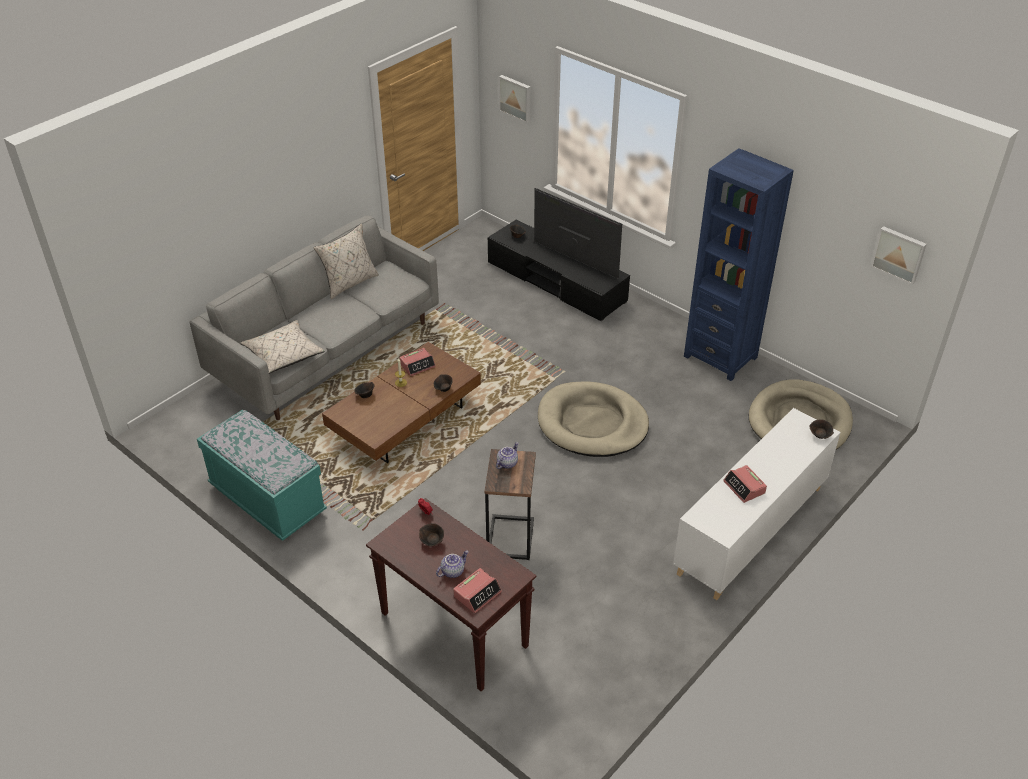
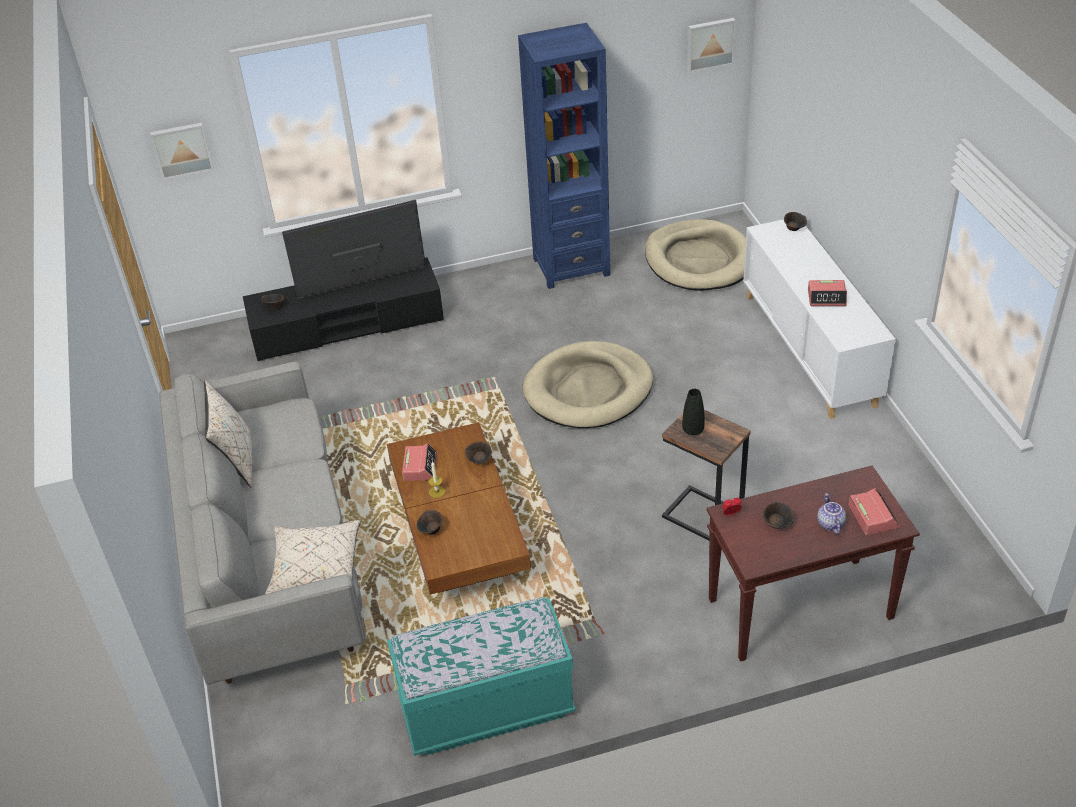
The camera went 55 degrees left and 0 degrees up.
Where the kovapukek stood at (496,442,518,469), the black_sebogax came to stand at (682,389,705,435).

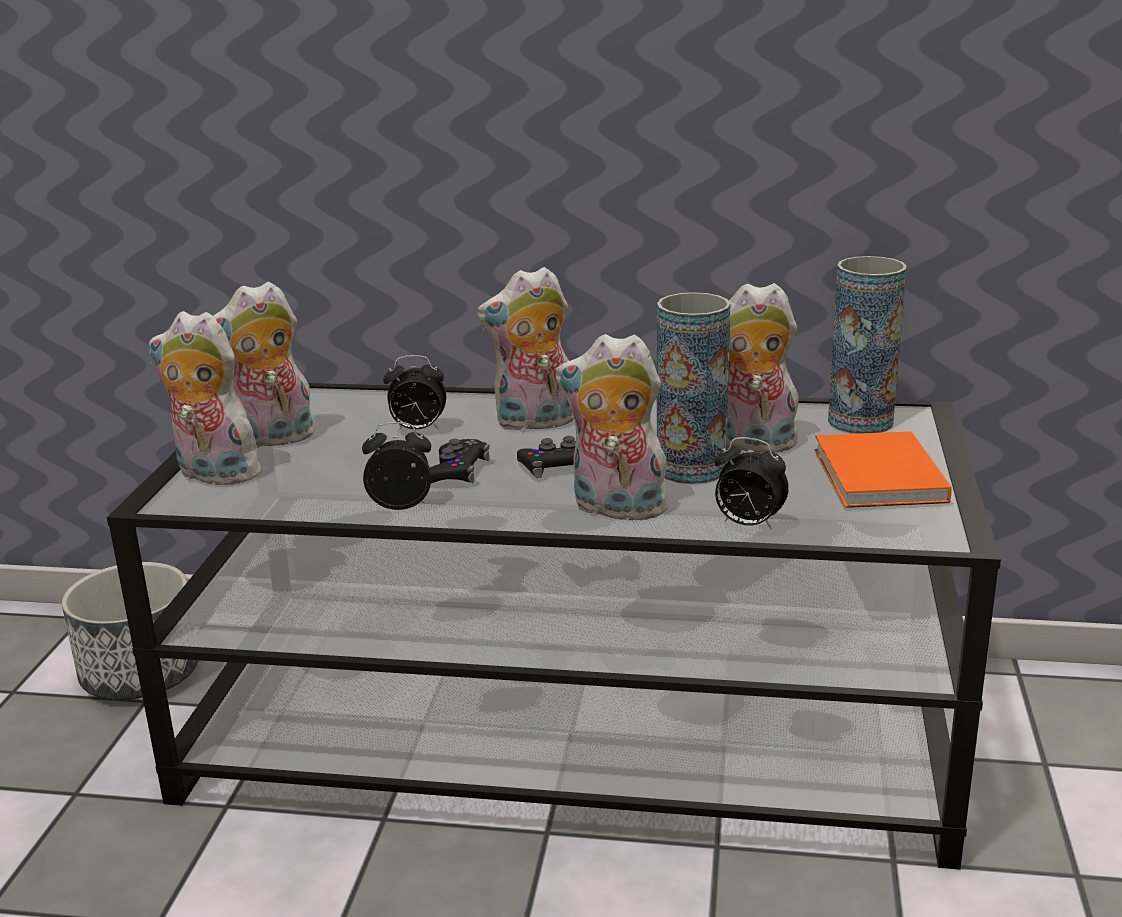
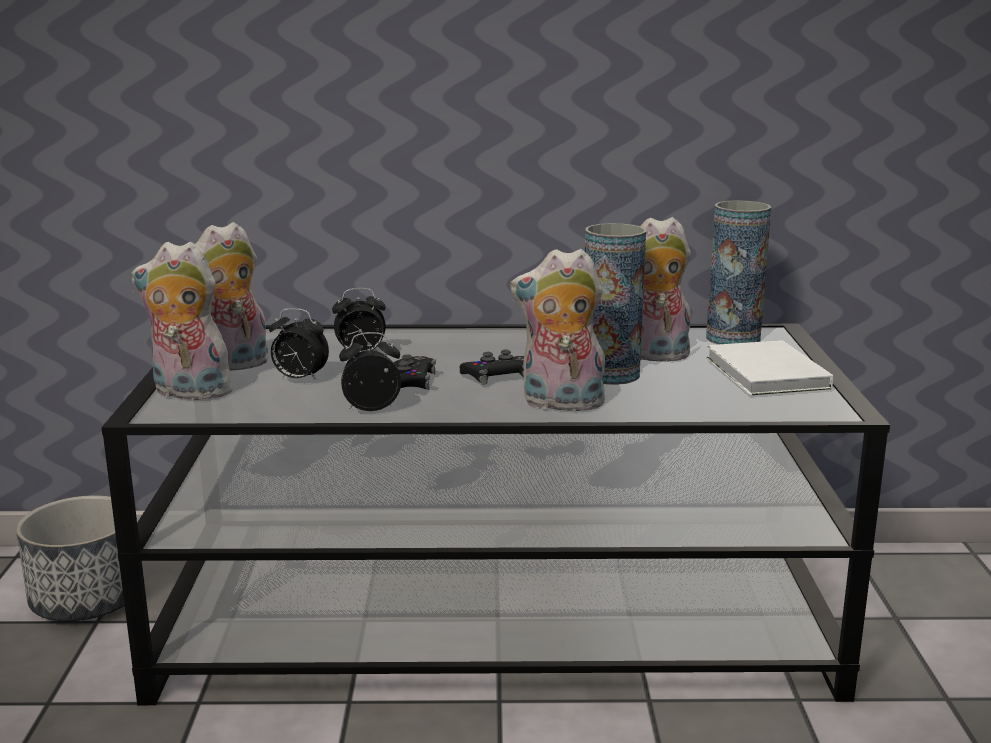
The camera went 10 degrees left and 5 degrees down.
The second view lost the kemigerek at (477,267,574,431).
The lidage ended up elsewhere, having gone from (714,437,789,530) to (269,308,329,382).
What was the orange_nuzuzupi at (814,431,952,508) turned into the white_nuzuzupi at (706,340,833,395).

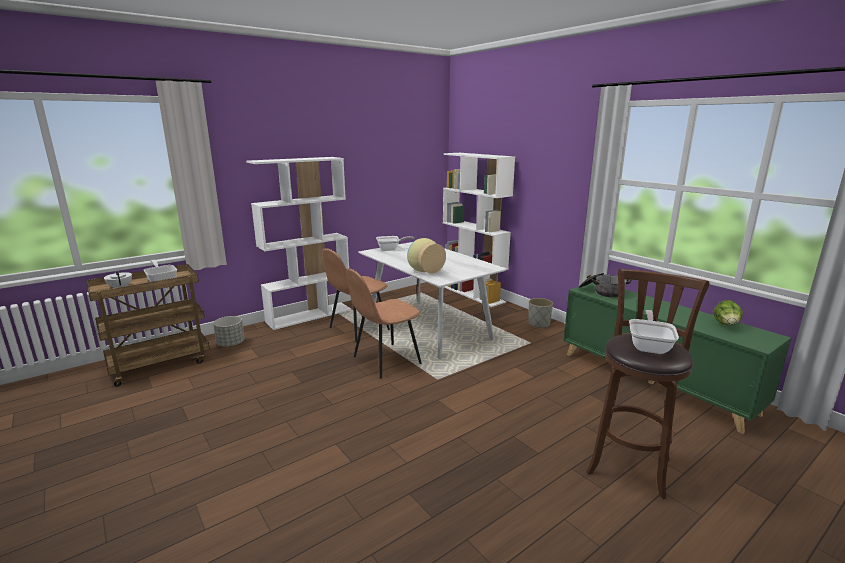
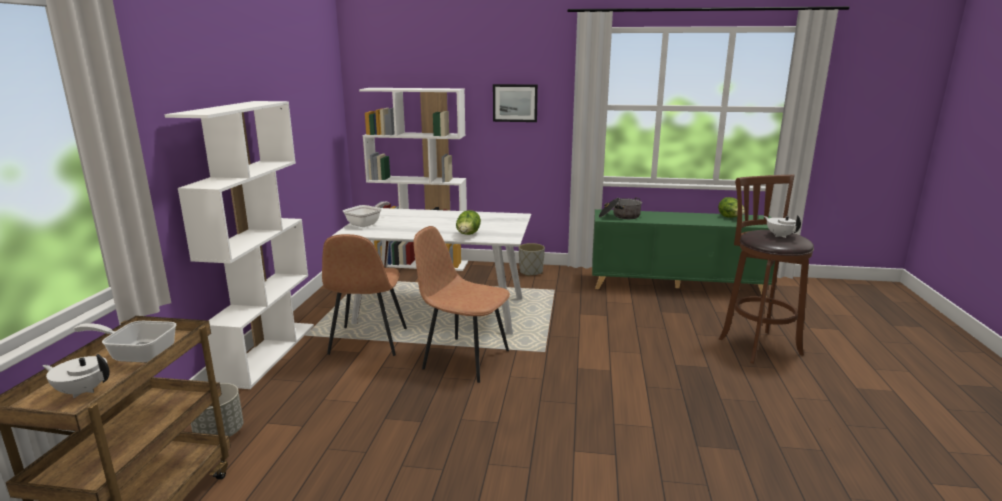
The camera went 45 degrees left and 0 degrees up.
The second view gained the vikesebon at (493,84,538,122).
Where the sebogax stood at (407,238,446,274), the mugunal came to stand at (456,210,481,235).
Where the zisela stood at (629,310,679,354), the white_kovapukek came to stand at (764,215,801,238).
The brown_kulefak at (346,268,422,378) ended up facing another way, 105 degrees clockwise from before.

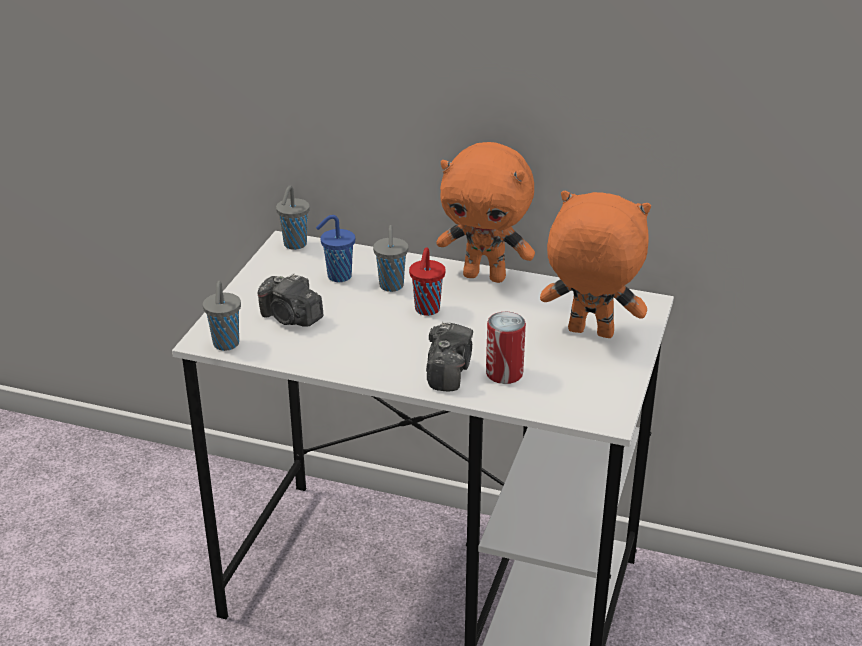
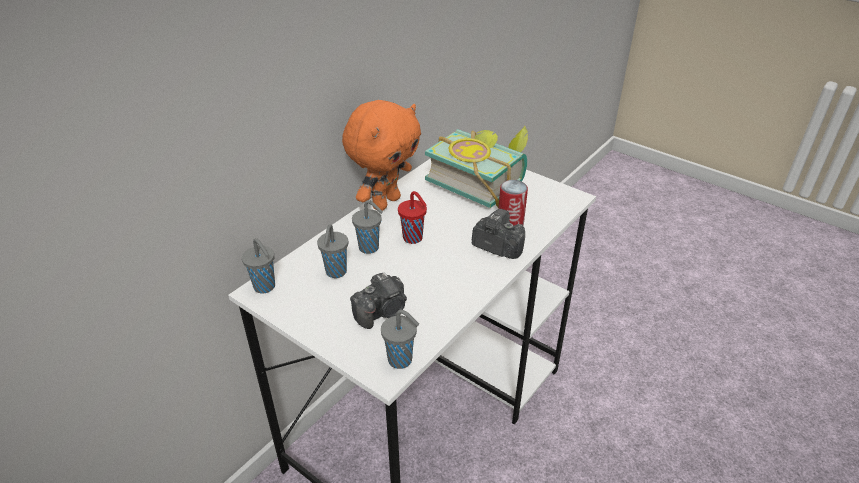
The camera went 70 degrees left and 5 degrees up.
Where the orange_kemigerek stood at (540,191,651,338), the nuzuzupi came to stand at (425,126,528,208).
What was the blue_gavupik at (316,215,355,282) turned into the grey_gavupik at (317,224,348,278).

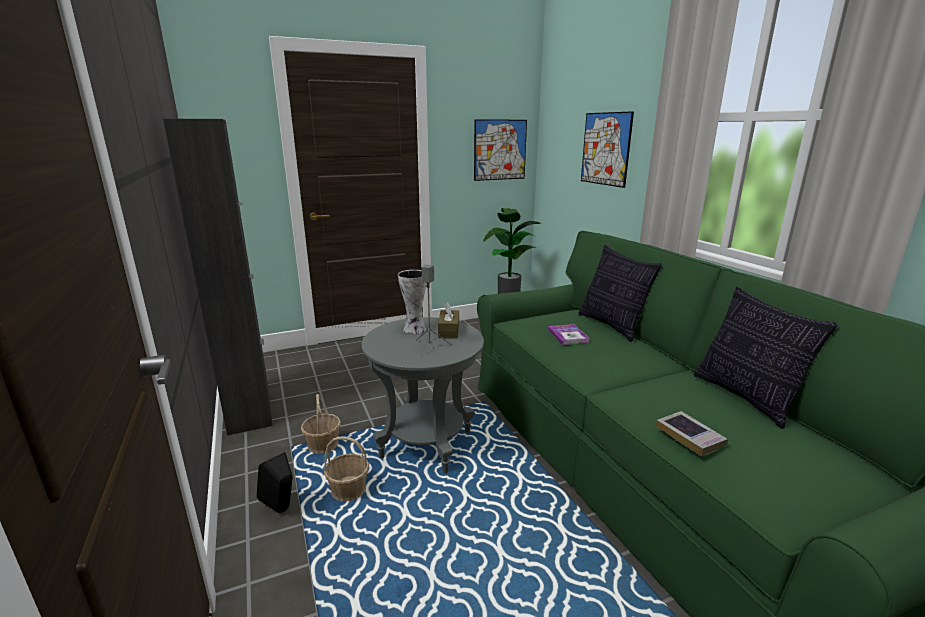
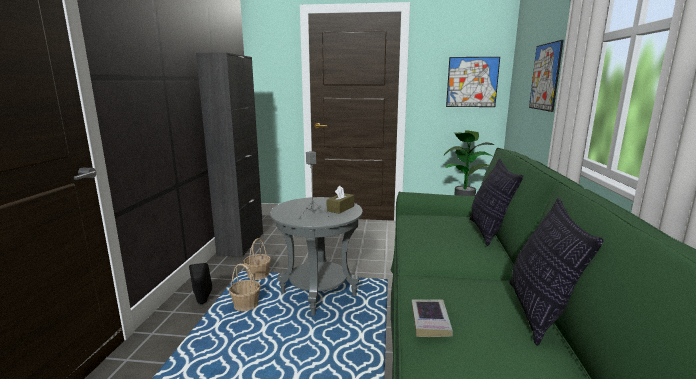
The camera went 30 degrees right and 5 degrees down.
The second view lost the sebogax at (398,270,427,334).
The second view lost the nuzuzupi at (548,324,590,345).

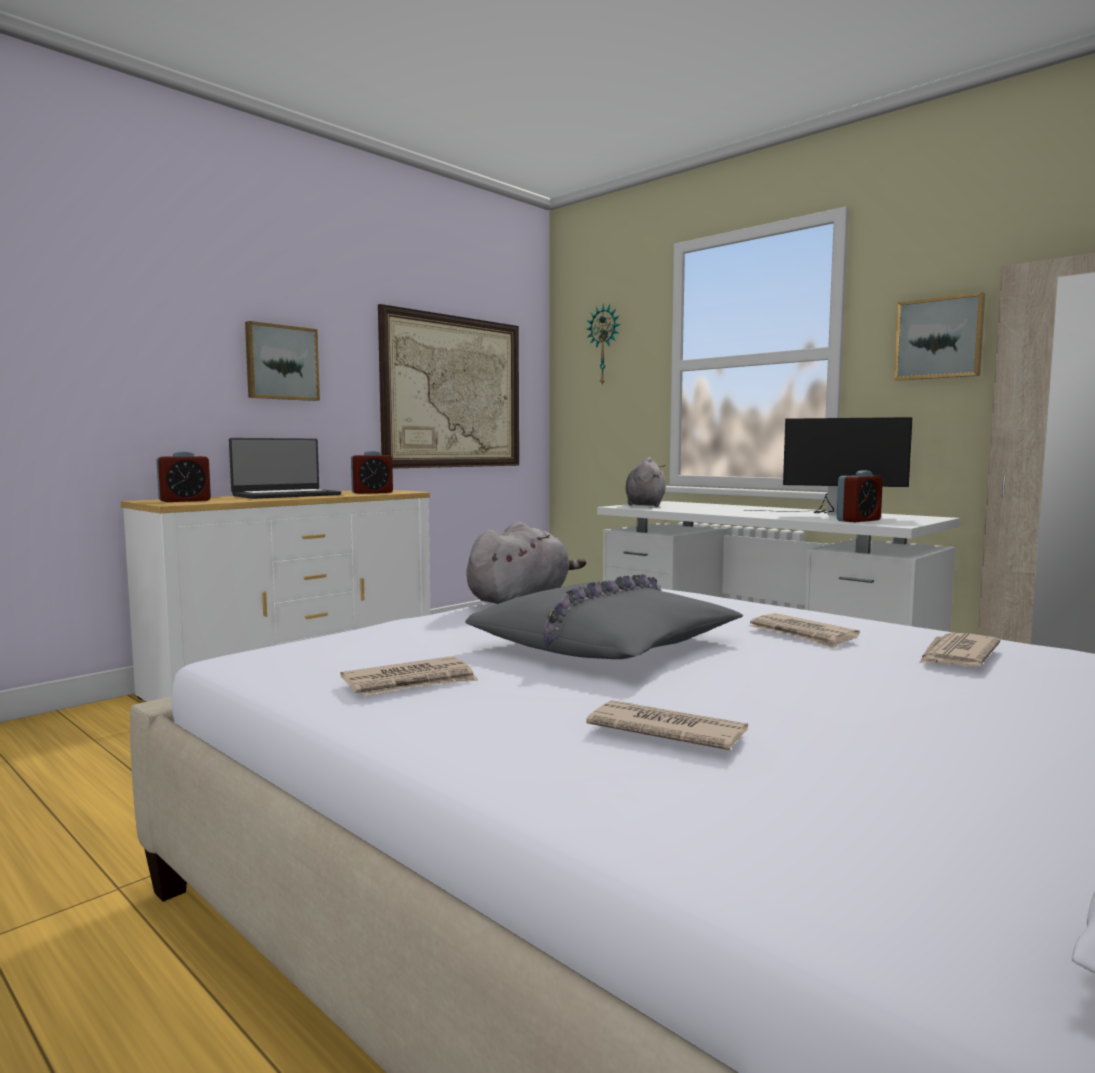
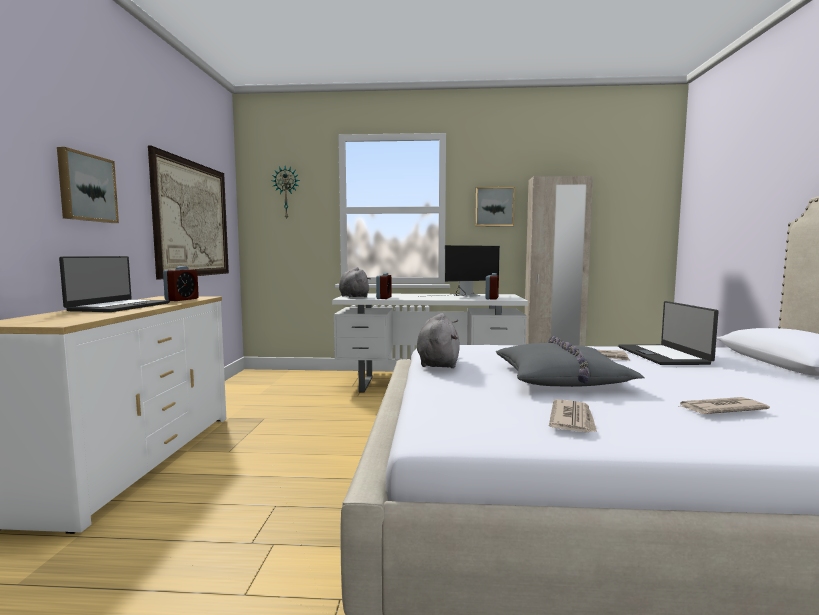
The camera went 40 degrees left and 0 degrees up.
The lidage ended up elsewhere, having gone from (156,451,211,502) to (376,273,392,299).
Where the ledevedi stood at (919,633,1000,667), the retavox came to stand at (618,301,719,365).

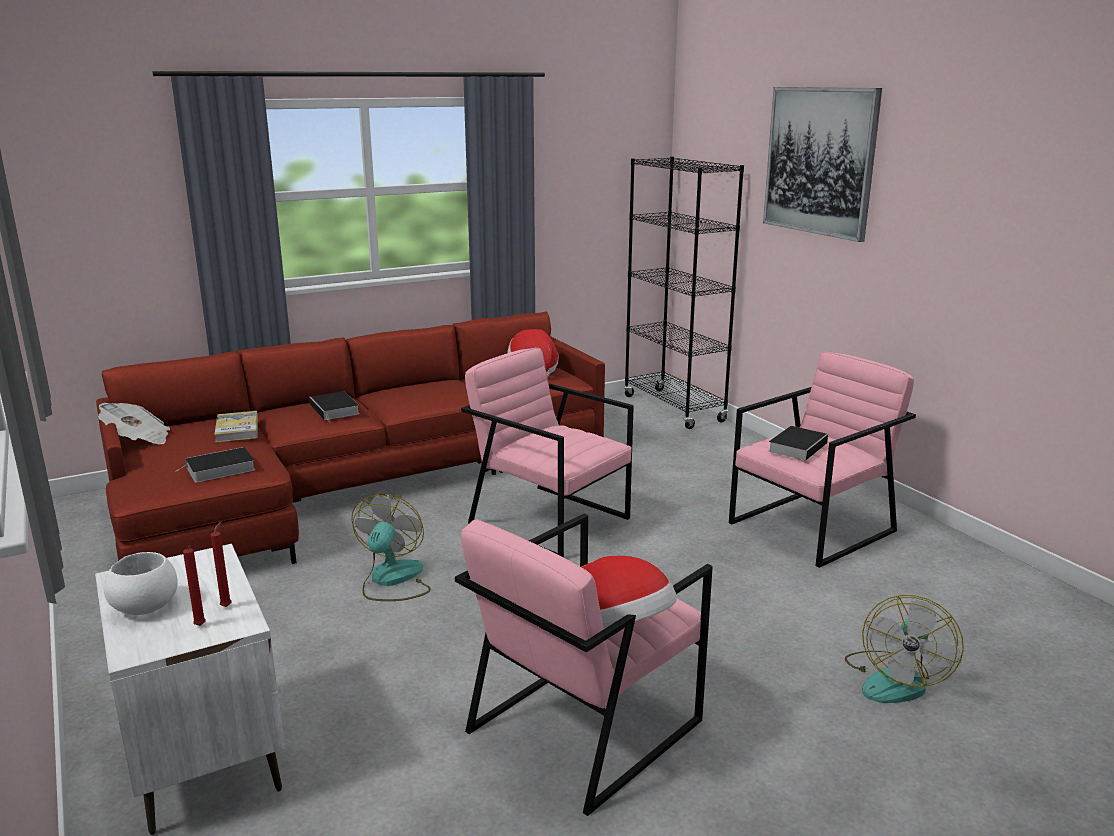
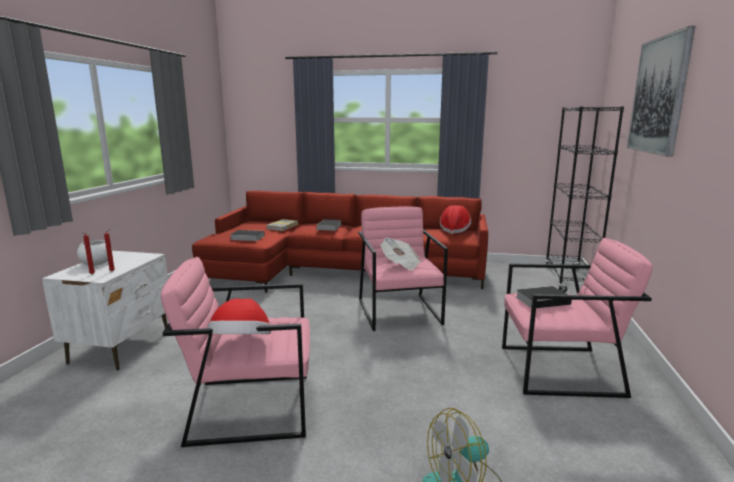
The camera went 40 degrees right and 5 degrees down.
The second view lost the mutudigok at (351,494,431,601).
The ledevedi ended up elsewhere, having gone from (98,403,170,444) to (380,238,421,270).

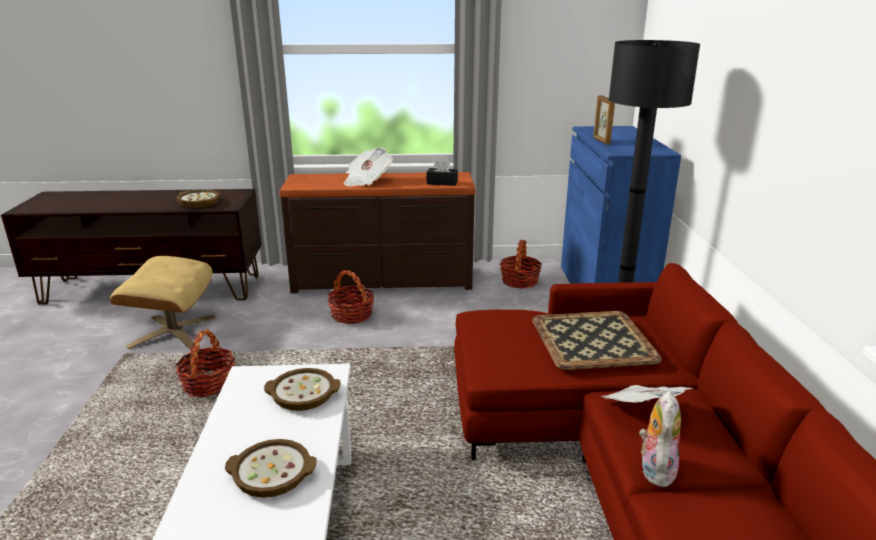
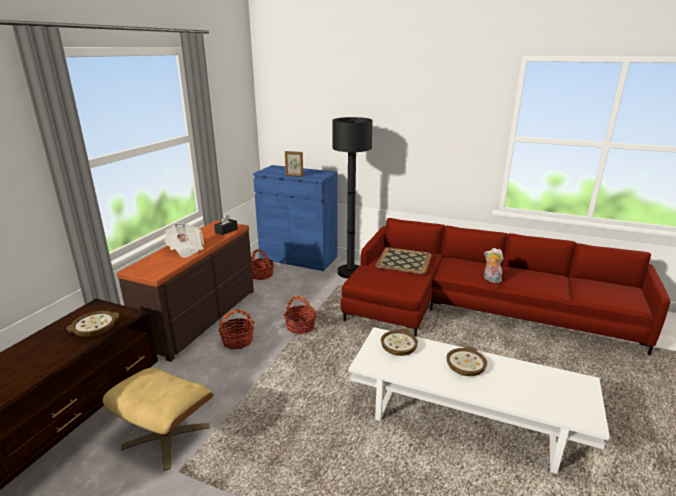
The camera went 65 degrees left and 0 degrees up.
The second view lost the ledevedi at (600,385,694,402).
The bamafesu ended up elsewhere, having gone from (174,329,235,397) to (284,296,317,334).

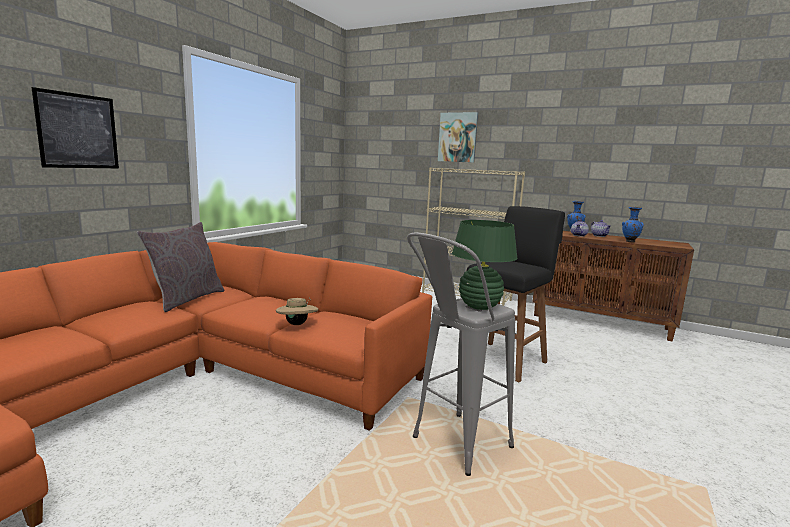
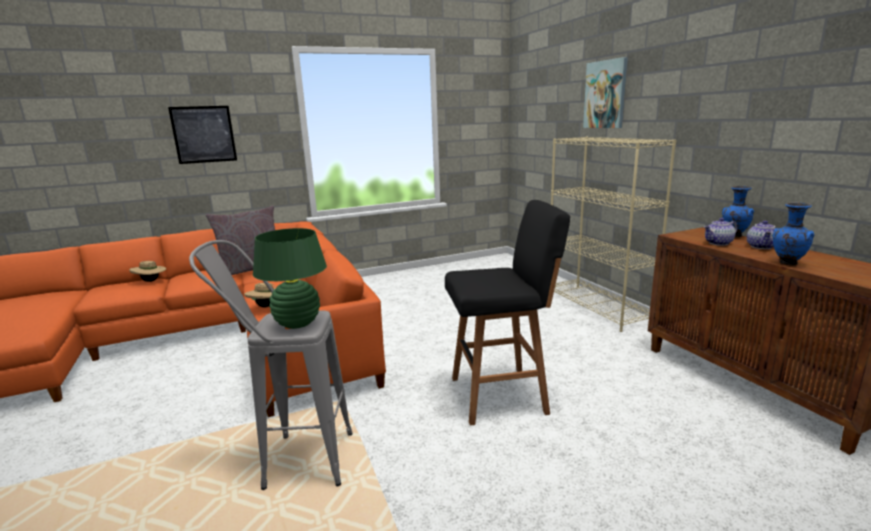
The camera went 40 degrees right and 5 degrees up.
The second view gained the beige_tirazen at (129,261,166,282).

